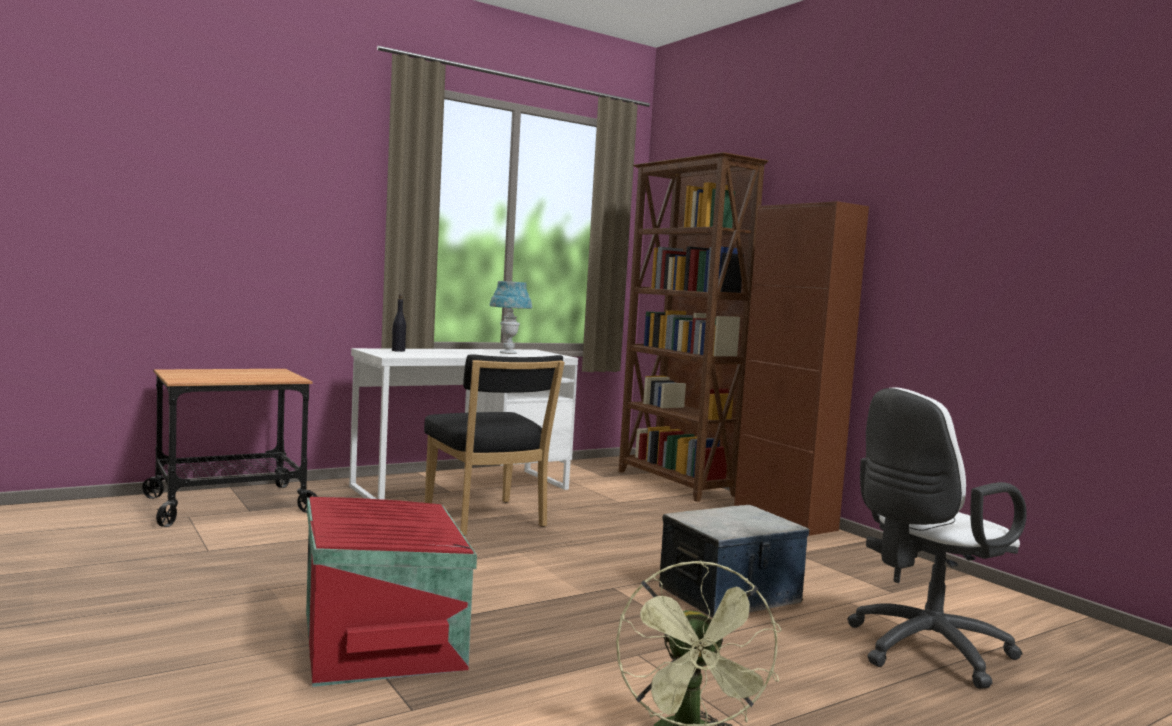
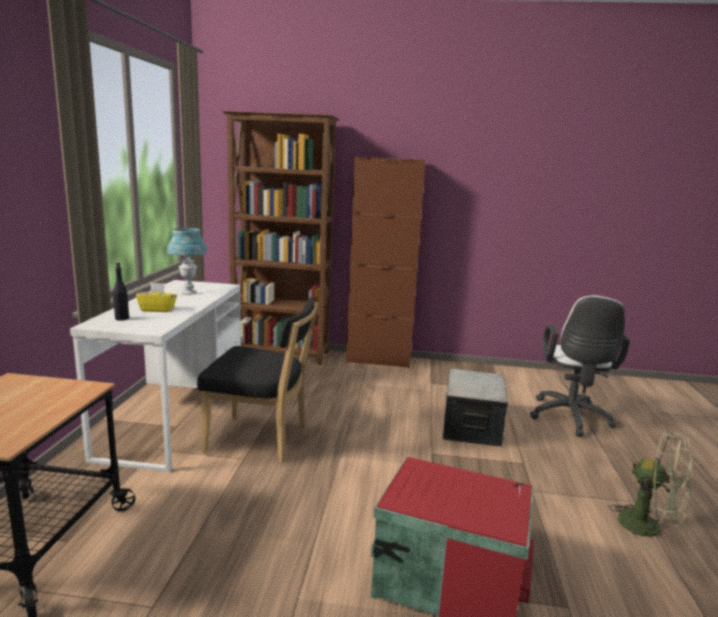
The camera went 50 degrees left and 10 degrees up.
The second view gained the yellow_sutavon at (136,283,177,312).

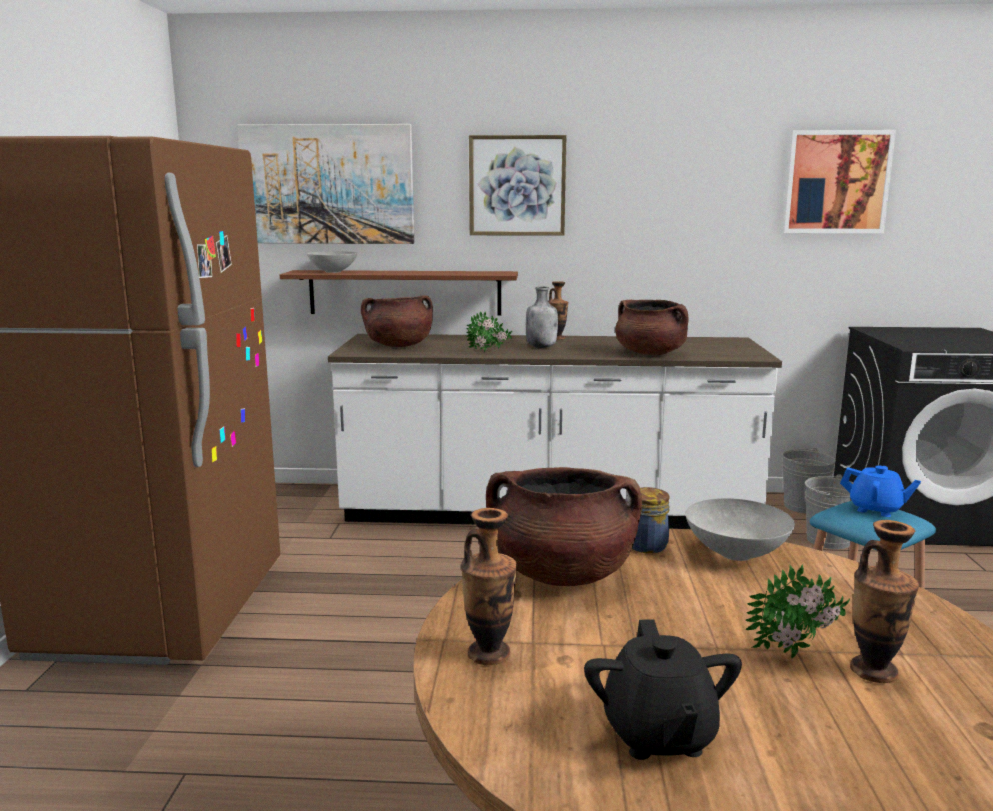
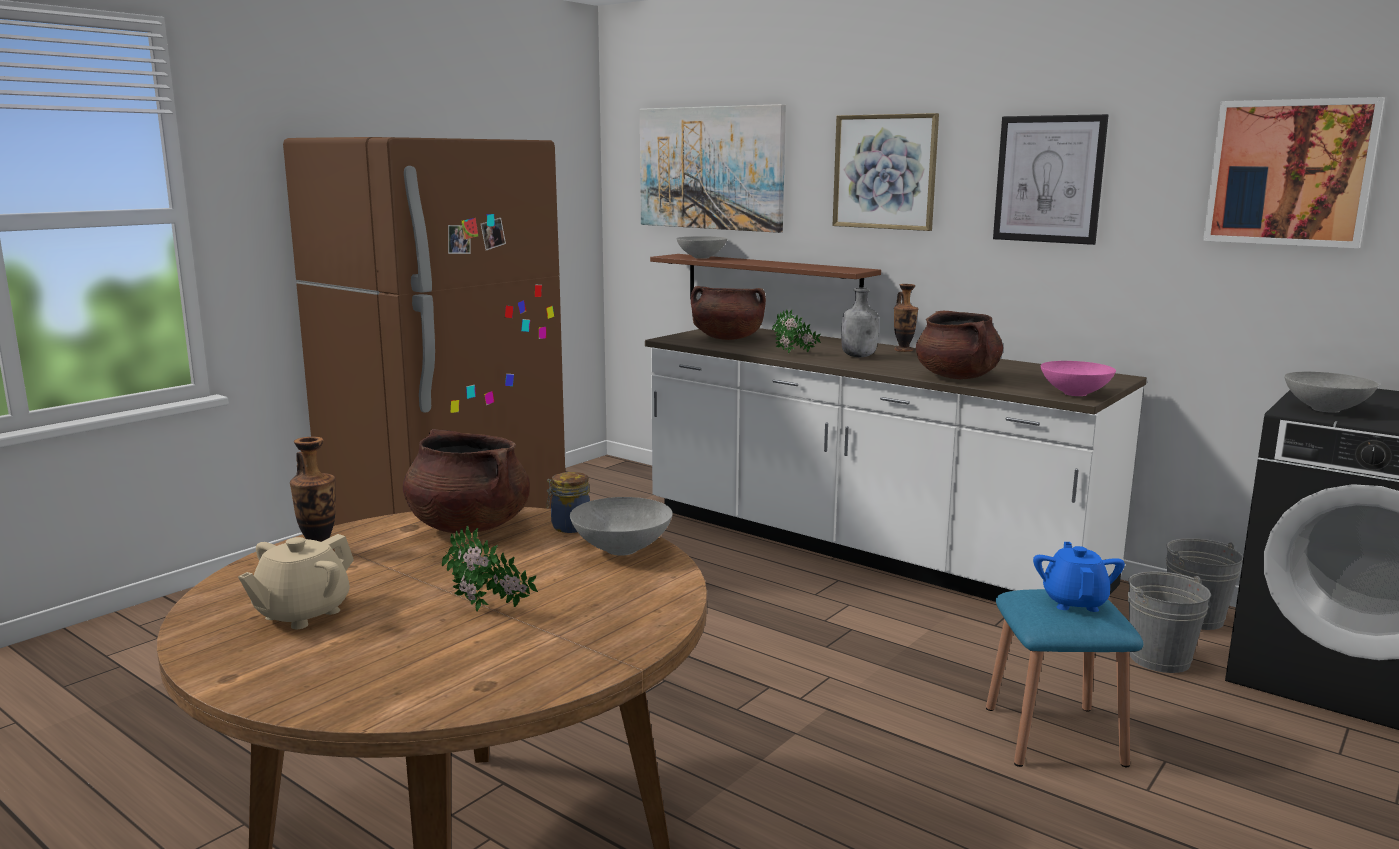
The camera went 35 degrees right and 0 degrees up.
The second view lost the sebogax at (850,520,919,683).
The second view gained the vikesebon at (993,114,1109,245).
The second view gained the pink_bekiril at (1041,361,1116,396).
The second view gained the grey_bekiril at (1284,372,1379,413).
What was the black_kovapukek at (584,620,742,760) turned into the beige_kovapukek at (238,534,354,629).
The blue_kovapukek at (840,466,921,517) ended up facing another way, 150 degrees counterclockwise from before.

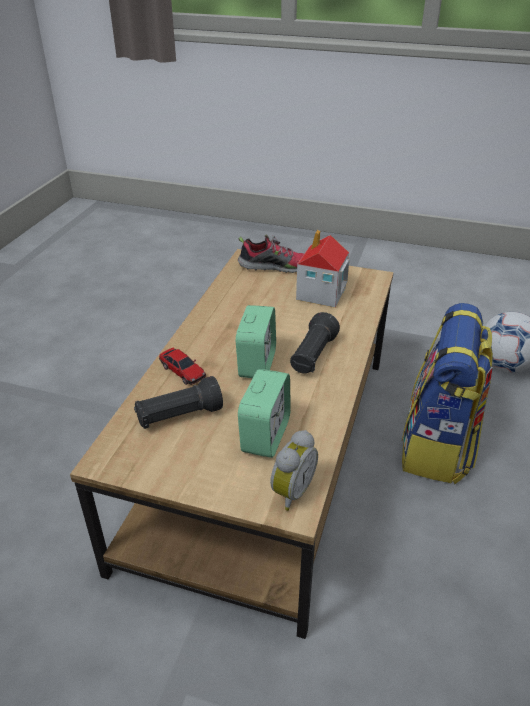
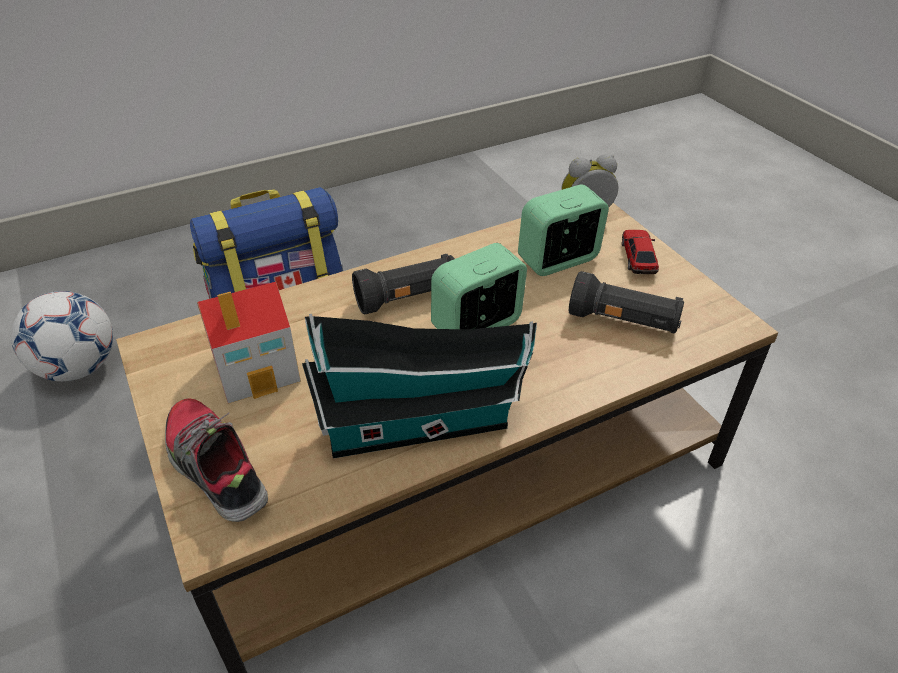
The camera went 135 degrees left and 5 degrees up.
The second view gained the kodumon at (302,314,537,459).
The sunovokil ended up elsewhere, having gone from (159,348,206,385) to (622,230,659,274).

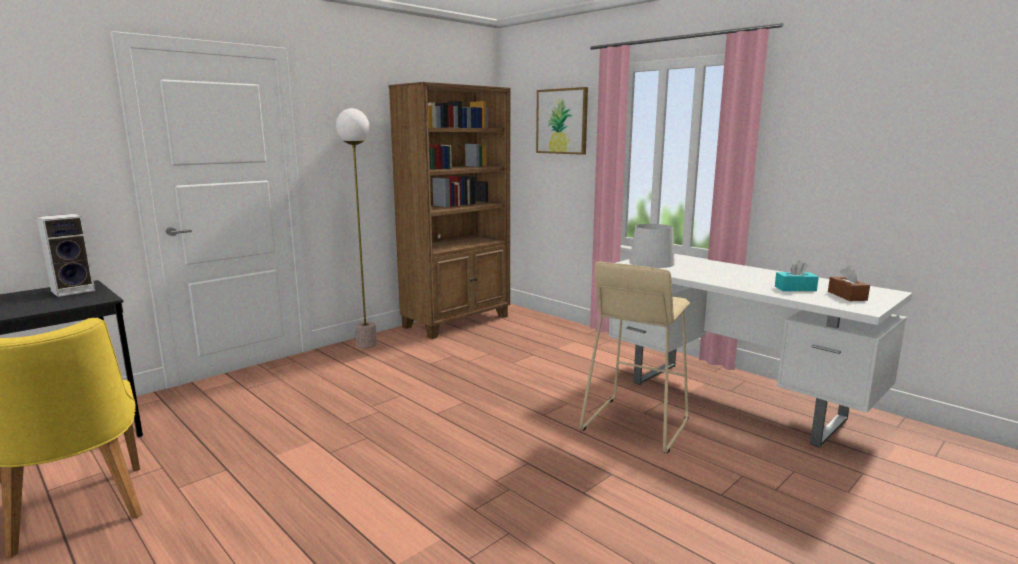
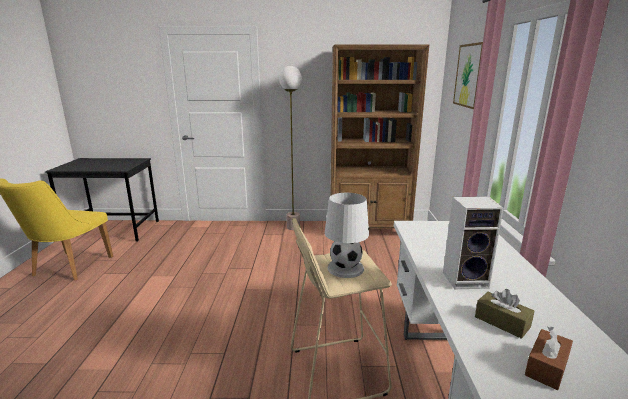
The camera went 45 degrees right and 5 degrees up.
The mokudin ended up elsewhere, having gone from (36,214,95,297) to (443,196,504,290).
What was the turquoise_sutavon at (775,260,819,291) turned into the brown_sutavon at (475,289,534,339).

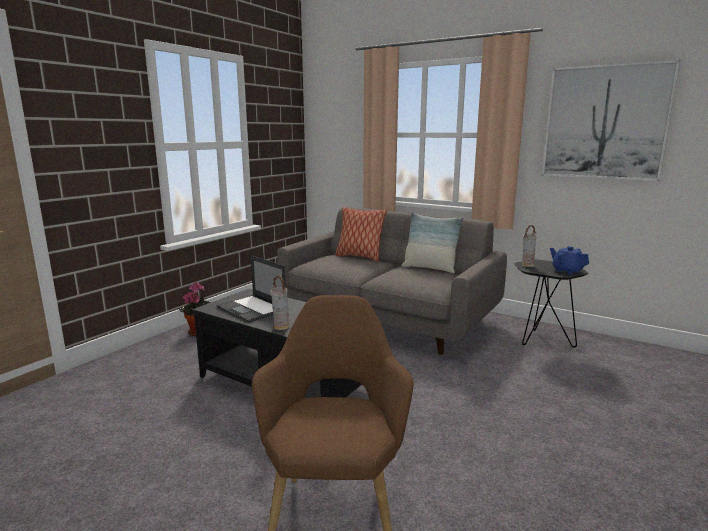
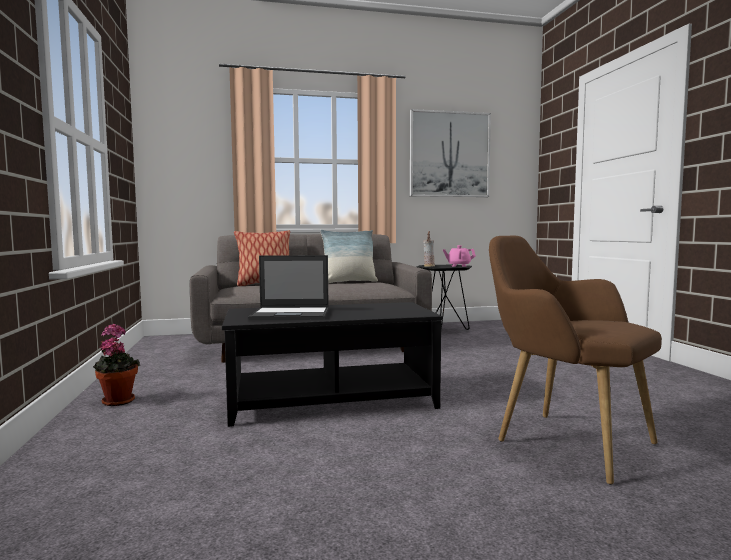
The camera went 45 degrees left and 10 degrees down.
The second view lost the sebogax at (271,275,290,330).
What was the blue_kovapukek at (550,246,589,275) turned into the pink_kovapukek at (443,245,476,267).

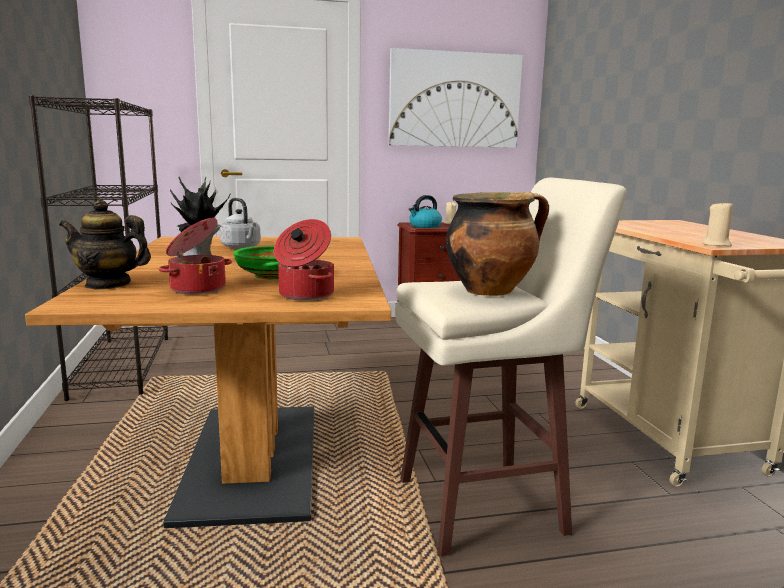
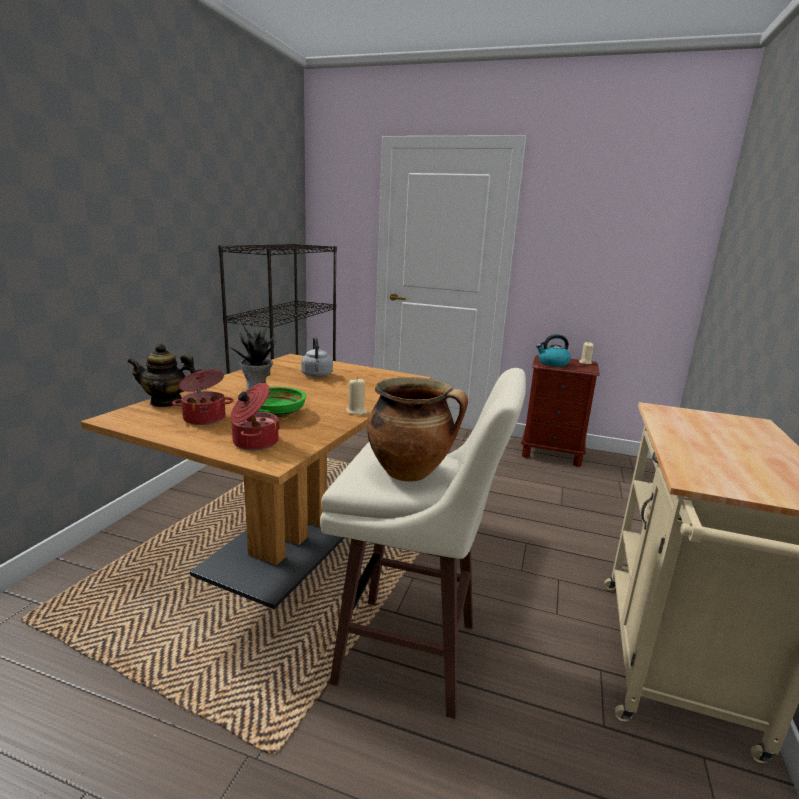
The camera went 30 degrees right and 5 degrees up.
The second view lost the vikesebon at (389,48,523,148).
The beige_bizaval ended up elsewhere, having gone from (702,200,733,247) to (347,377,368,415).
The kovapukek at (59,199,151,289) ended up facing another way, 45 degrees counterclockwise from before.

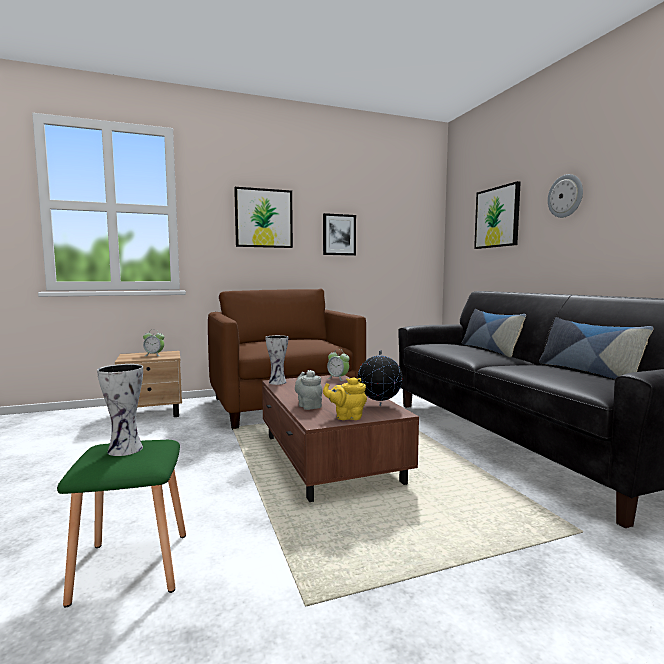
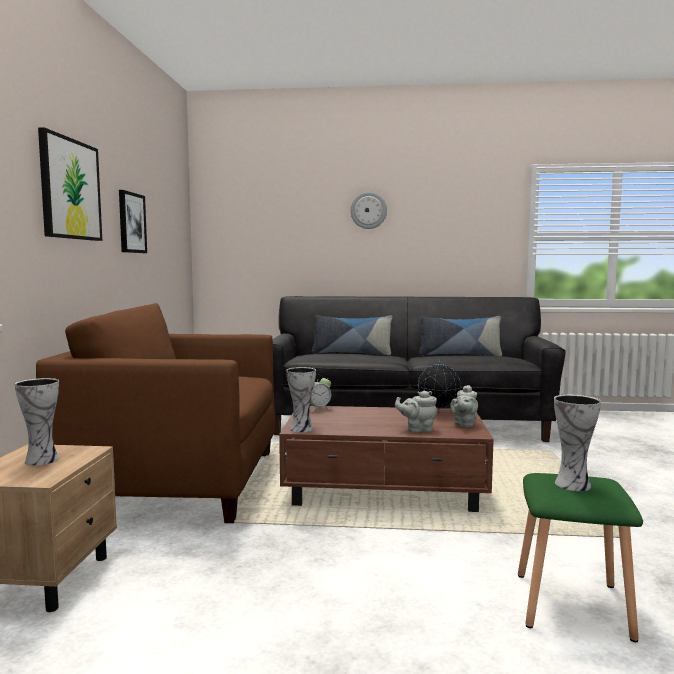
The camera went 65 degrees left and 0 degrees up.
The second view lost the vikesebon at (474,181,521,249).
Where the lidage stood at (143,332,164,356), the sebogax came to stand at (15,378,59,466).
What was the yellow_kovapukek at (323,377,367,420) turned into the grey_kovapukek at (450,385,478,427).

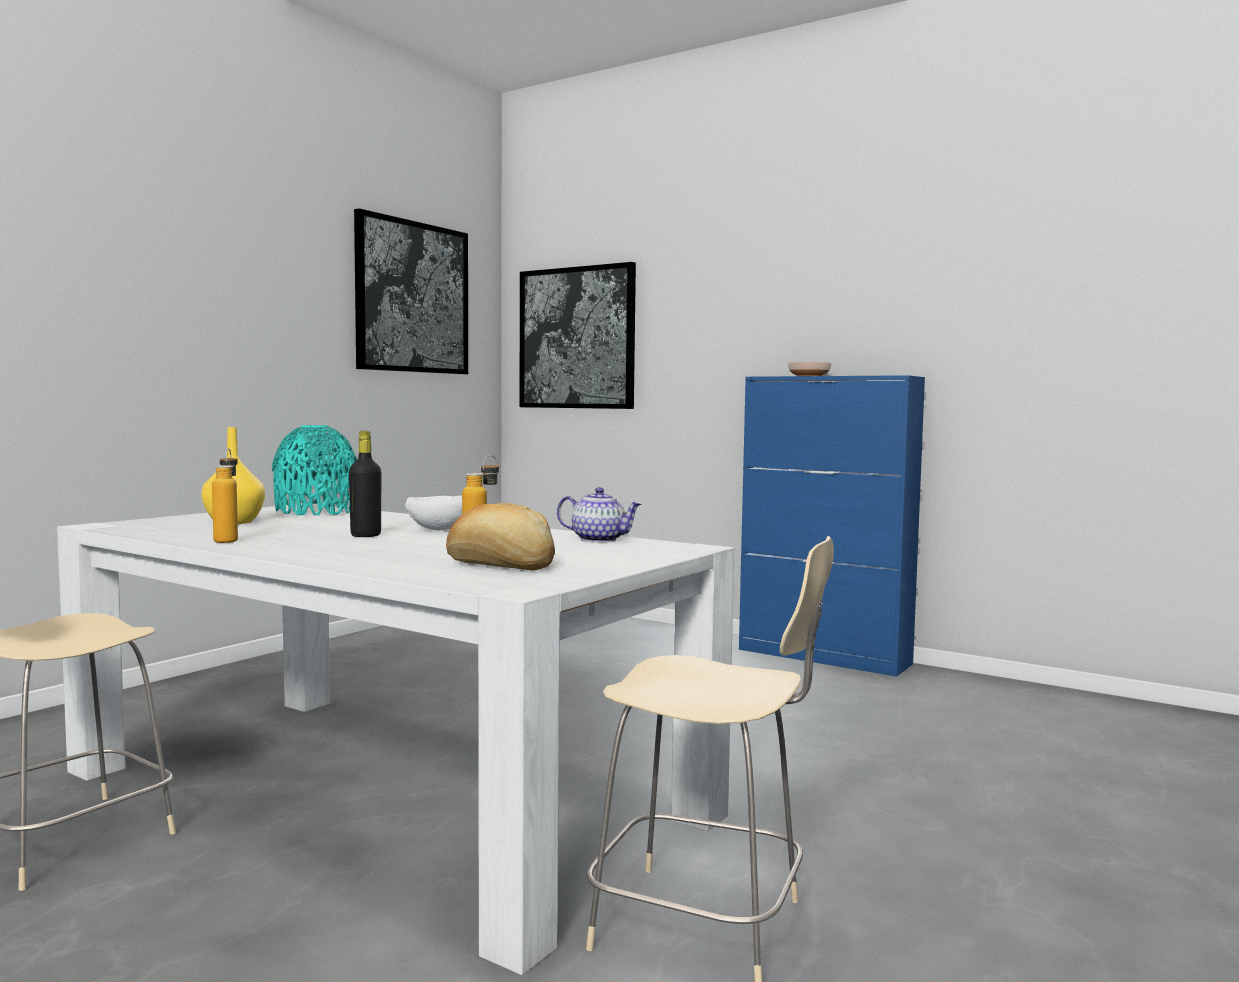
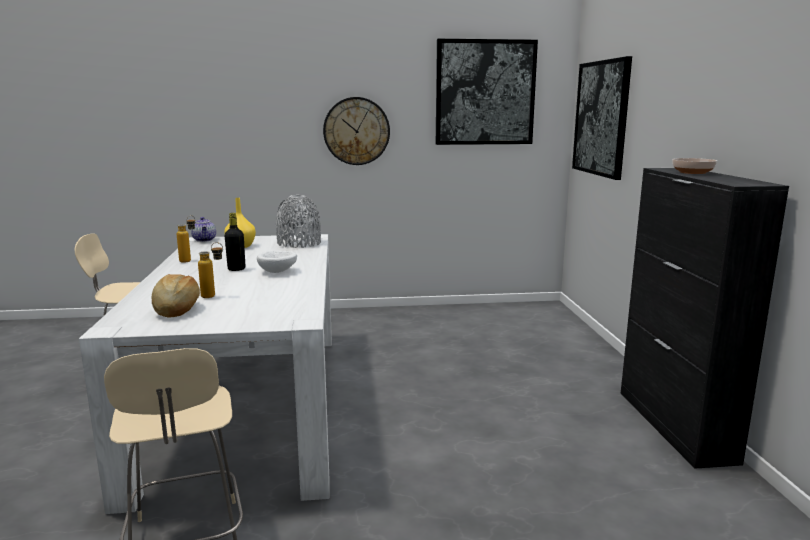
The camera went 50 degrees right and 10 degrees up.
The second view gained the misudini at (323,97,390,165).
The kovapukek ended up elsewhere, having gone from (557,487,642,543) to (191,217,216,242).
What was the turquoise_sebogax at (272,425,357,516) turned into the grey_sebogax at (276,195,321,248).
What was the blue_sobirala at (739,375,925,677) turned into the black_sobirala at (621,168,789,469).

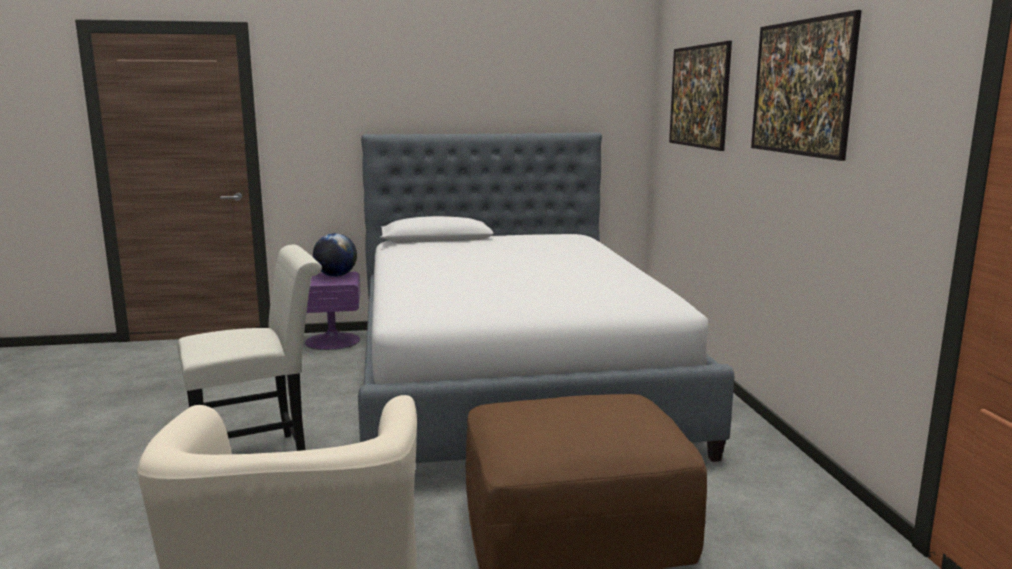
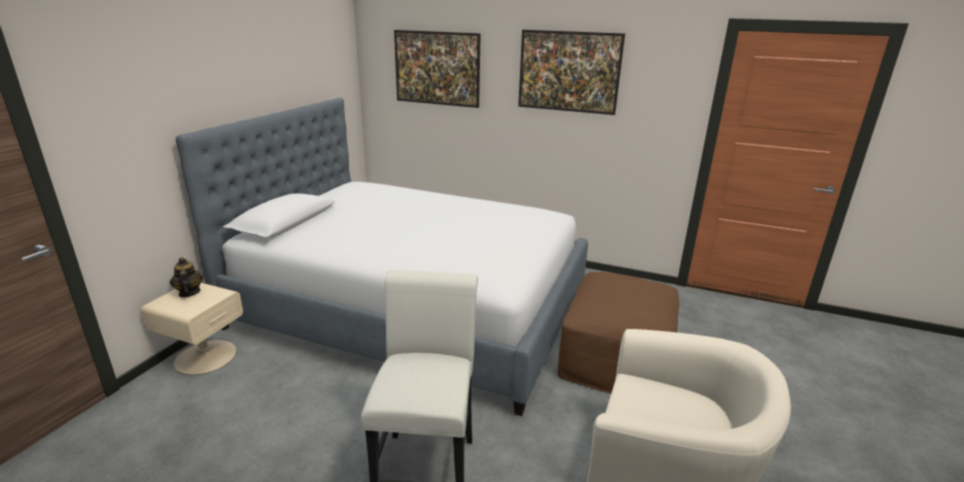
The camera went 60 degrees left and 10 degrees up.
Where the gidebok stood at (313,233,357,277), the kovapukek came to stand at (170,258,203,297).
What was the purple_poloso at (305,272,360,350) turned into the beige_poloso at (141,283,243,375).

